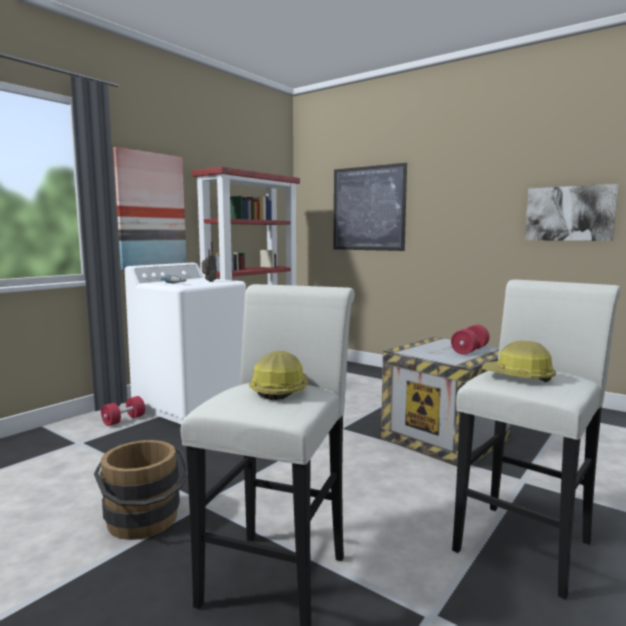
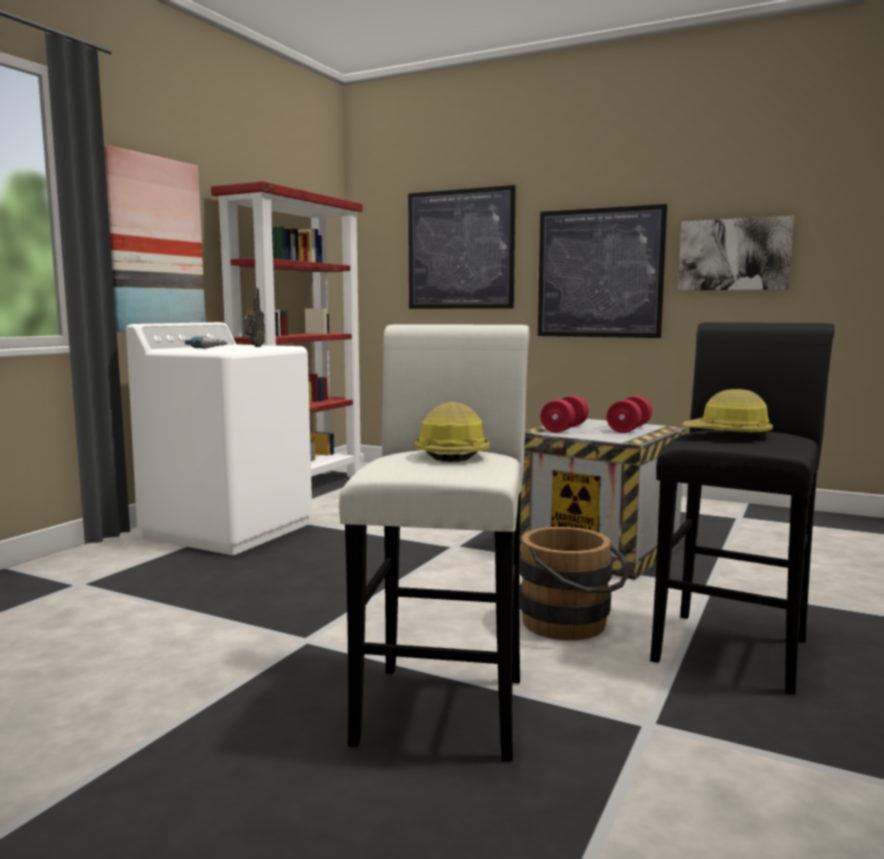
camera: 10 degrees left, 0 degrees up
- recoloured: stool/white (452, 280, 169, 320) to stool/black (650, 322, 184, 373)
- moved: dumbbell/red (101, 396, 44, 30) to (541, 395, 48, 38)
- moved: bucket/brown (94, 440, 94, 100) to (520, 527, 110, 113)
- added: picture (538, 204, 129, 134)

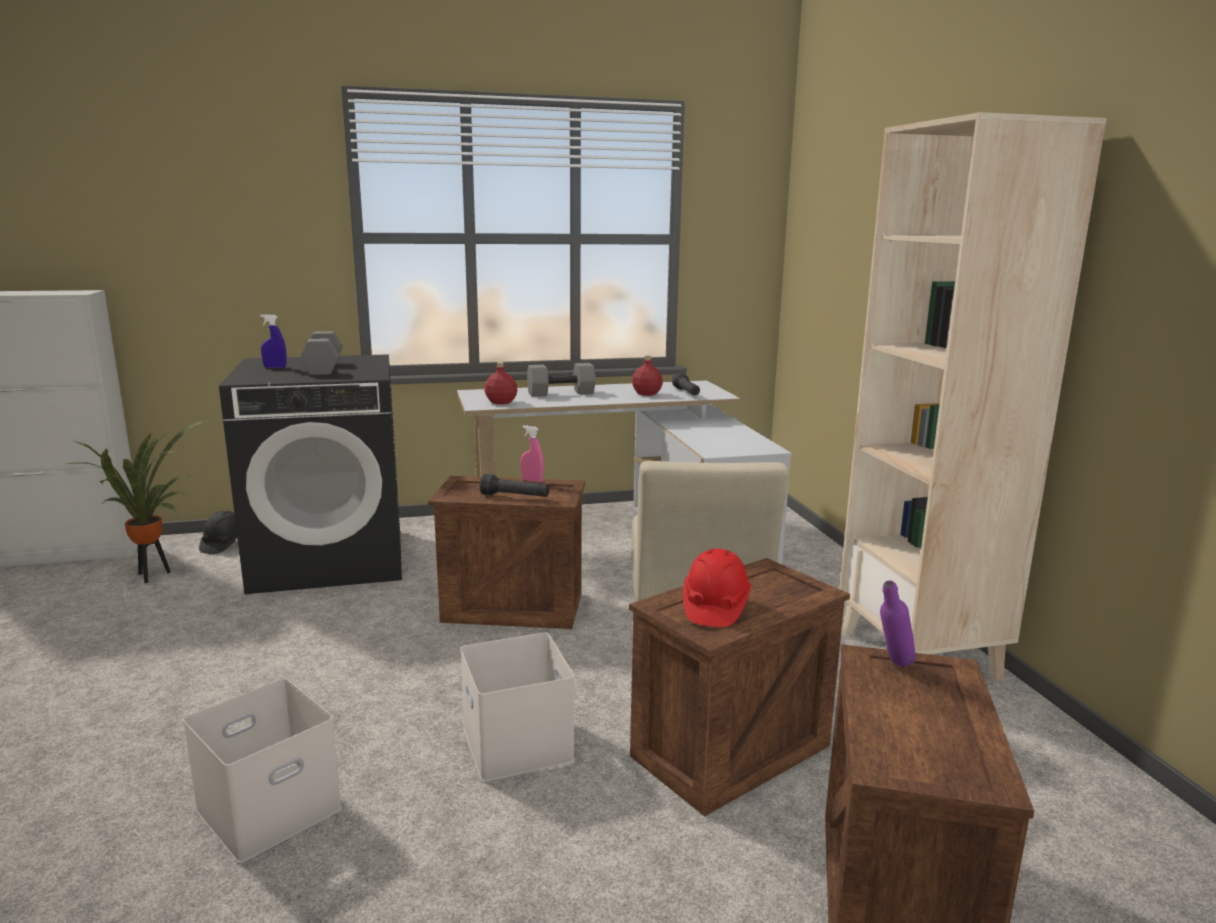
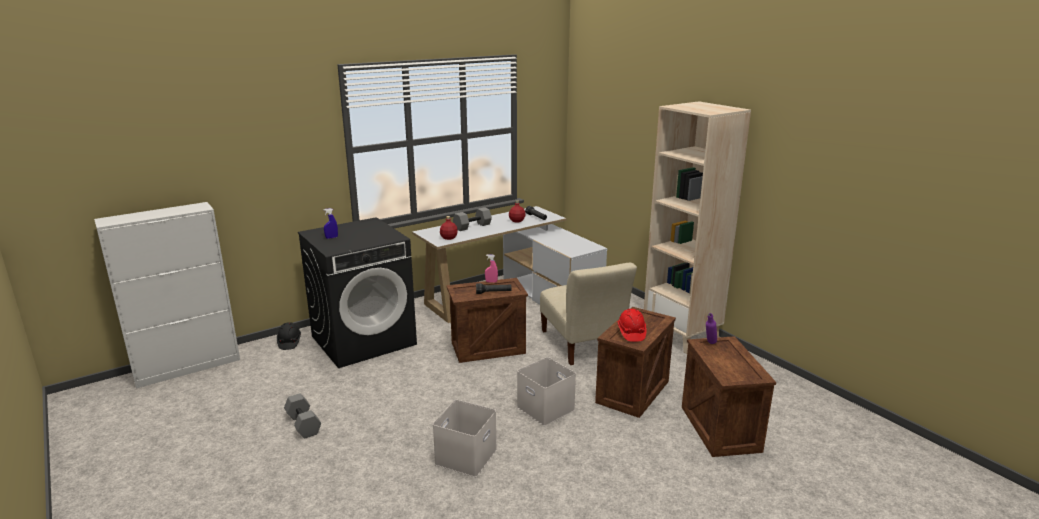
camera: 20 degrees left, 5 degrees up
- moved: dumbbell/grey (300, 331, 43, 44) to (284, 393, 37, 46)
- removed: potted plant (68, 419, 140, 164)

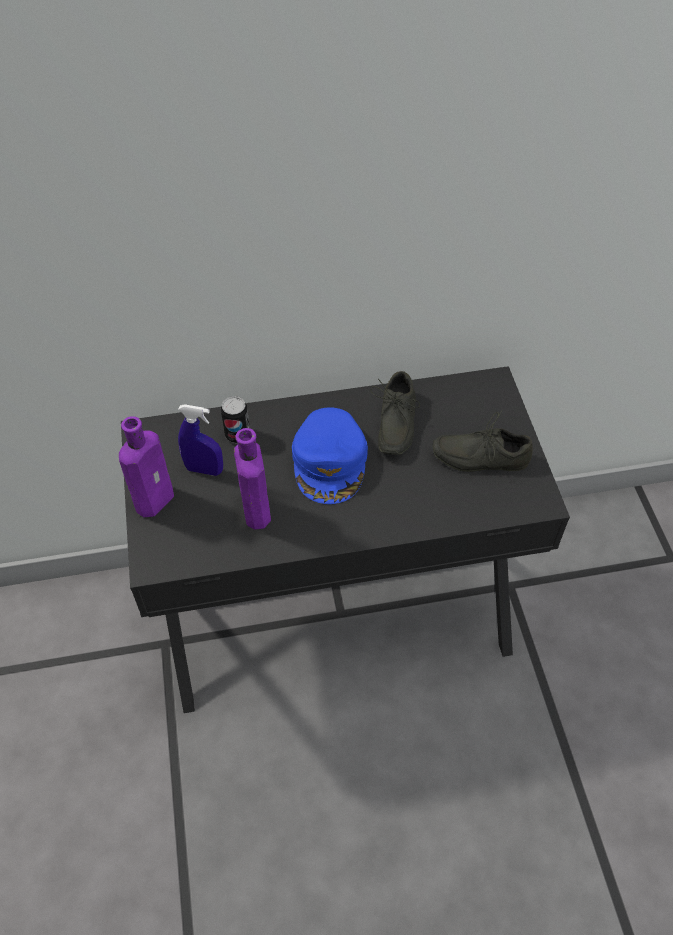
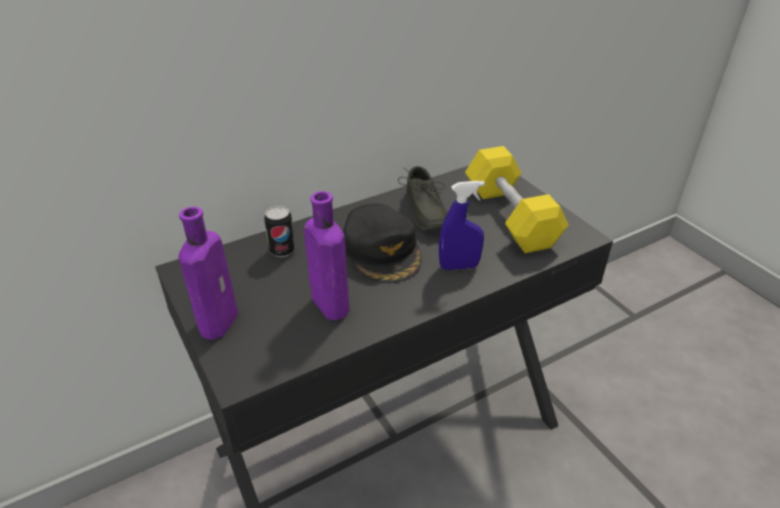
camera: 20 degrees left, 15 degrees down
- moved: spray bottle/blue (178, 404, 45, 72) to (439, 181, 46, 89)
- recoloured: cap/blue (292, 407, 76, 97) to cap/black (343, 204, 78, 79)
- replaced: shoe/grey (432, 410, 101, 62) to dumbbell/yellow (465, 146, 104, 107)

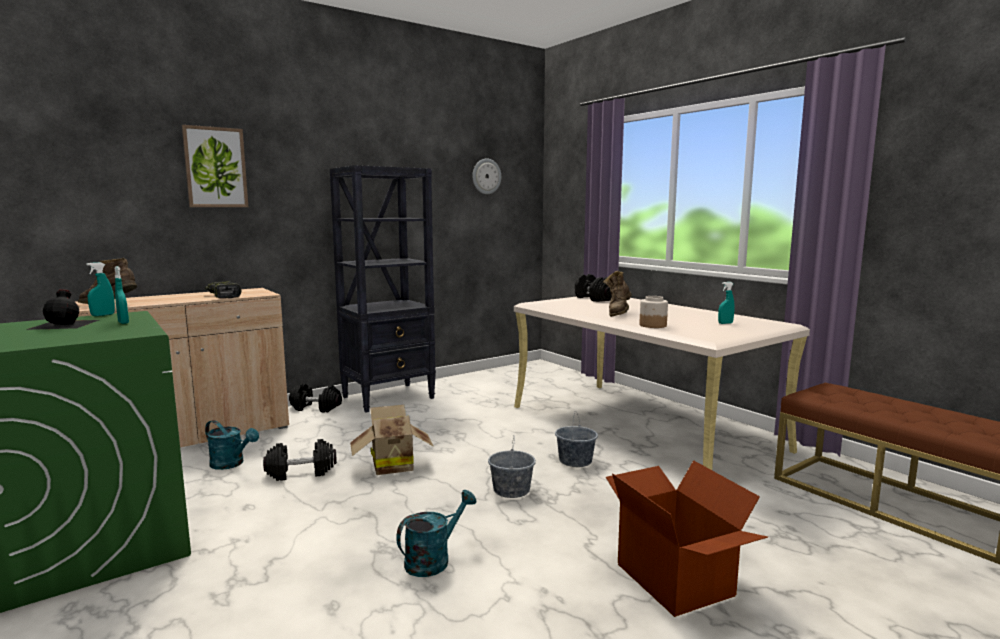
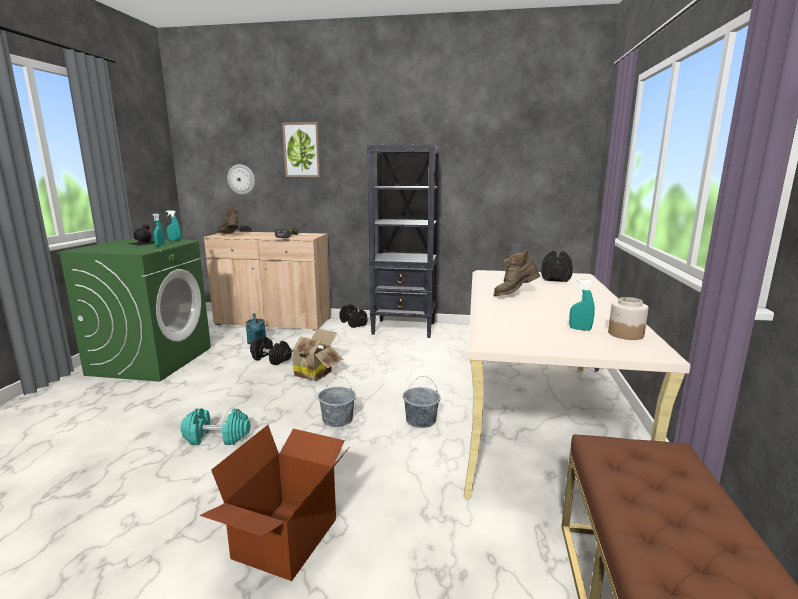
camera: 45 degrees right, 5 degrees up
- moved: wall clock (473, 159, 28, 35) to (227, 164, 28, 31)
- moved: jar (639, 296, 29, 32) to (608, 297, 40, 43)
- replaced: watering can/turquoise (396, 490, 81, 87) to dumbbell/turquoise (180, 408, 70, 37)

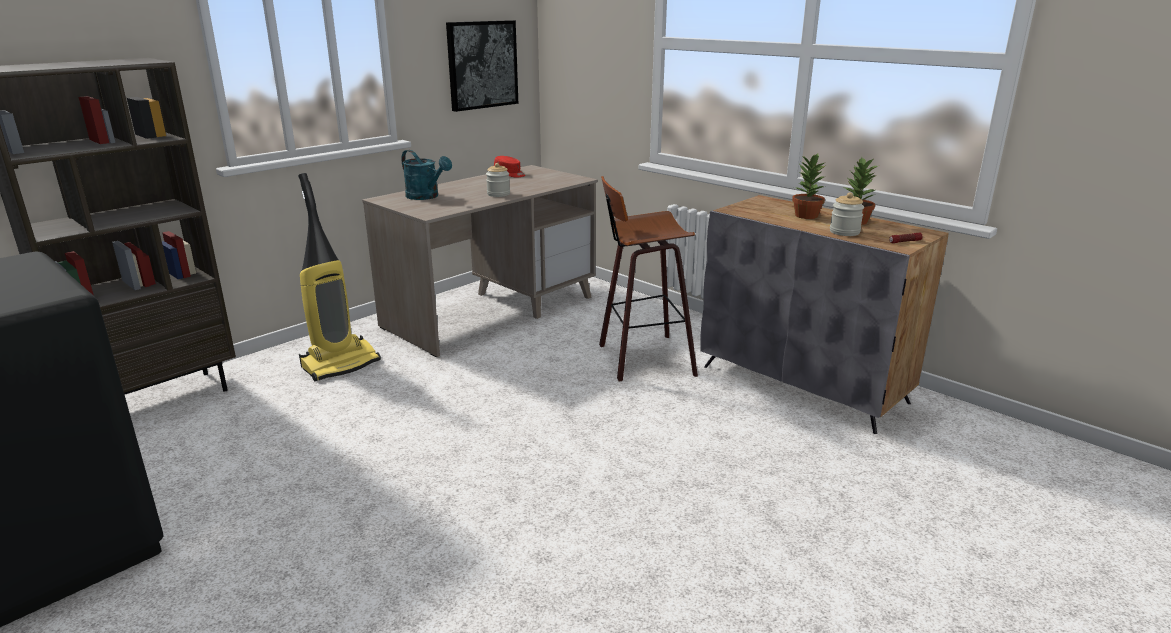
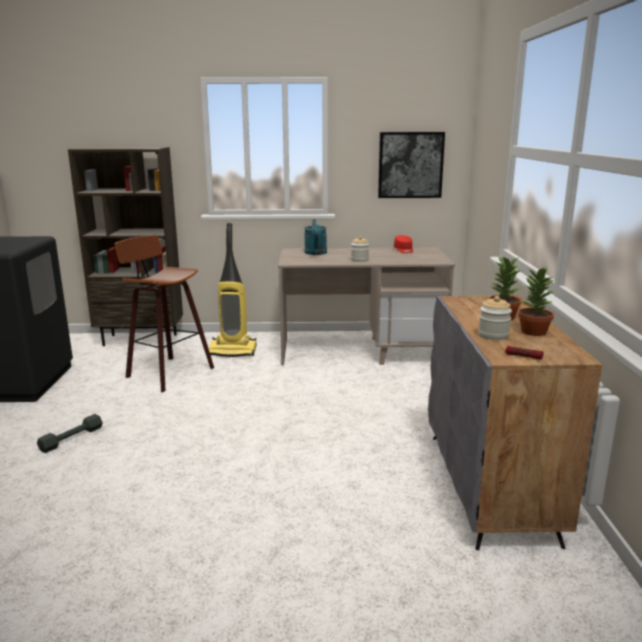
camera: 45 degrees right, 5 degrees down
- moved: stool (599, 176, 99, 205) to (114, 235, 100, 157)
- added: dumbbell/grey (37, 414, 66, 39)

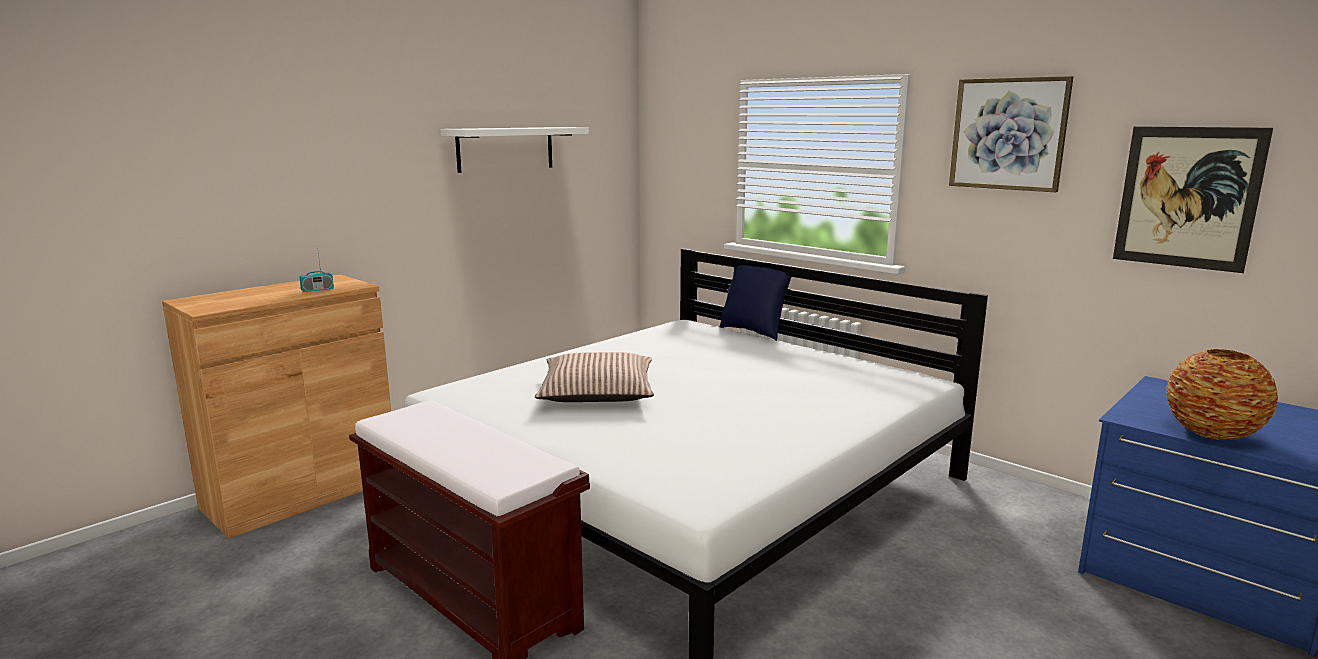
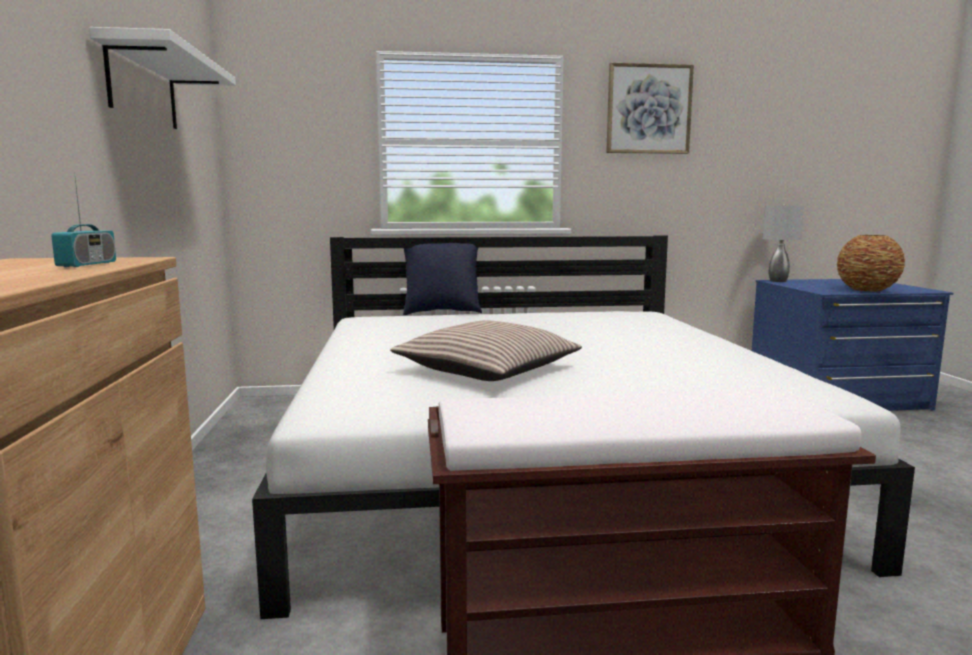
camera: 50 degrees left, 5 degrees down
- removed: picture (1113, 126, 160, 147)
- added: table lamp/grey (763, 204, 41, 78)

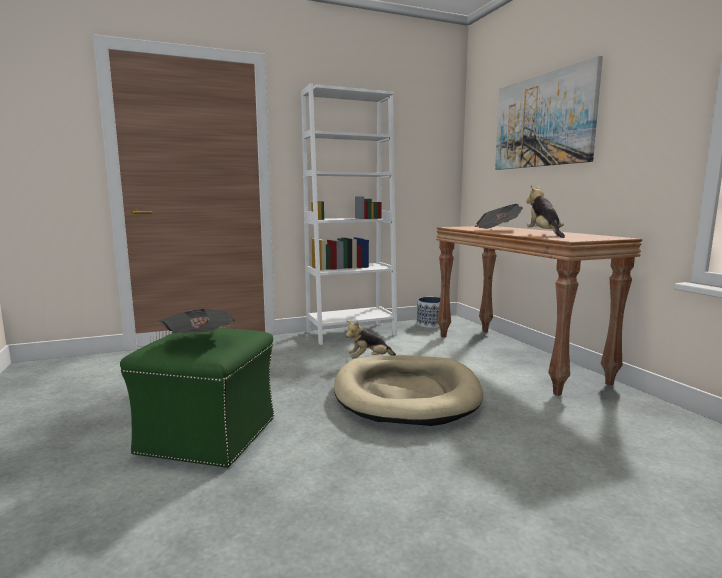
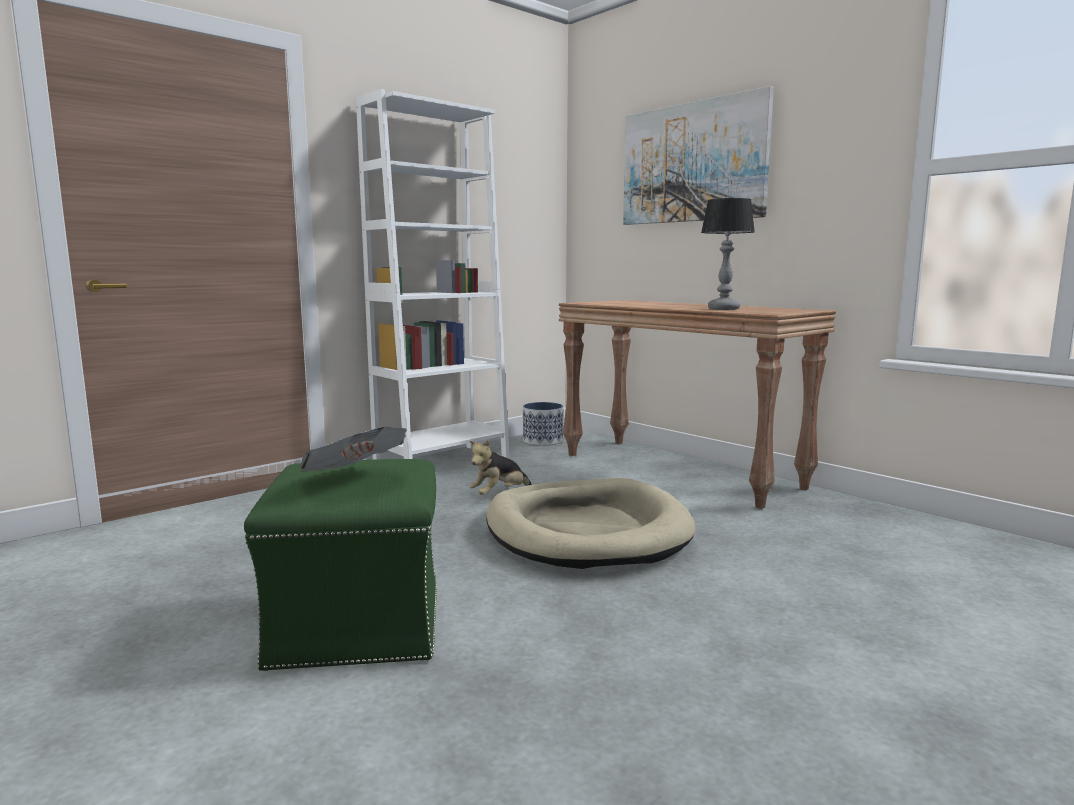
camera: 20 degrees left, 0 degrees up
- replaced: plush toy (526, 185, 39, 53) to table lamp (701, 198, 54, 112)
- removed: newspaper (474, 204, 49, 25)

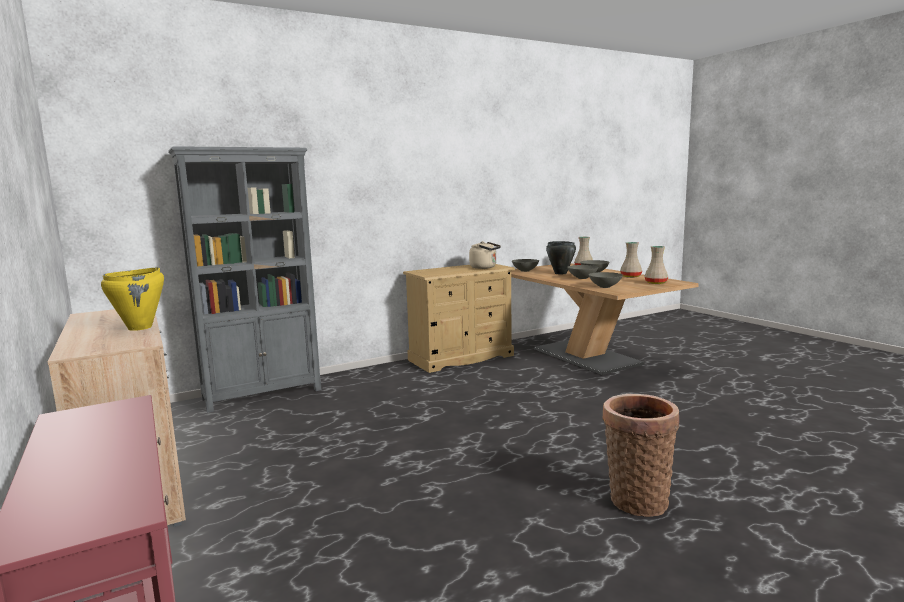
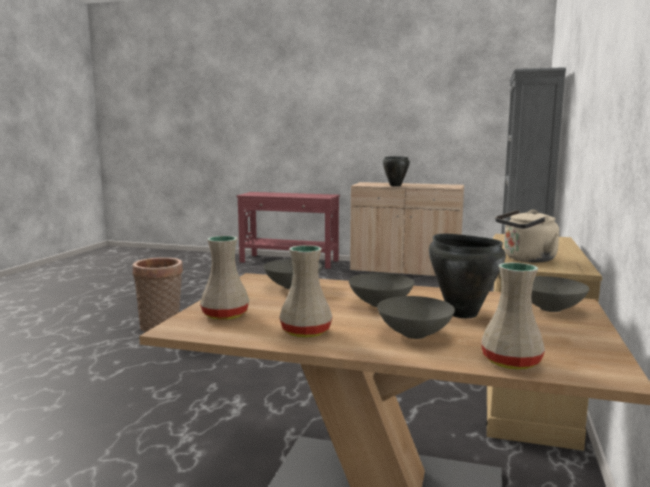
camera: 135 degrees right, 0 degrees up
- recoloured: cooking pot/yellow (101, 267, 63, 64) to cooking pot/black (383, 156, 27, 31)

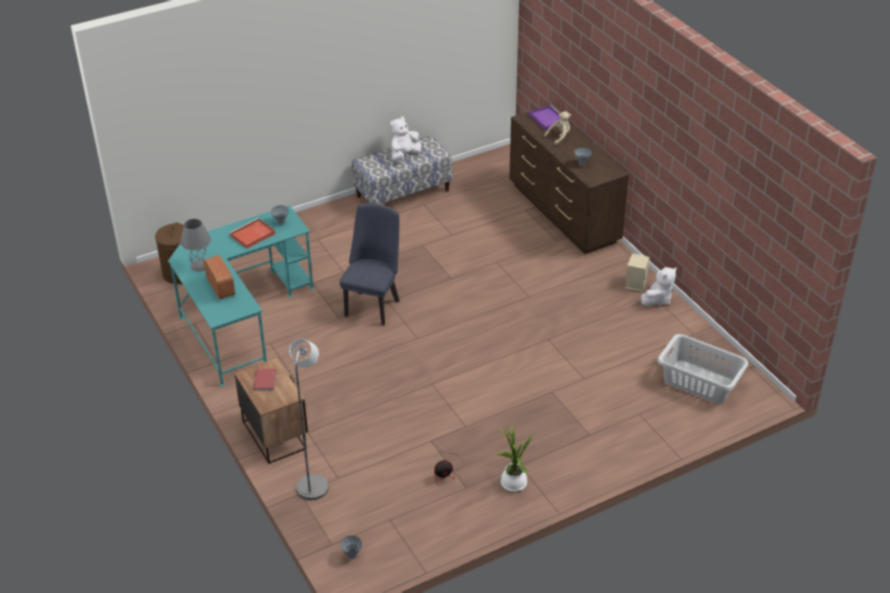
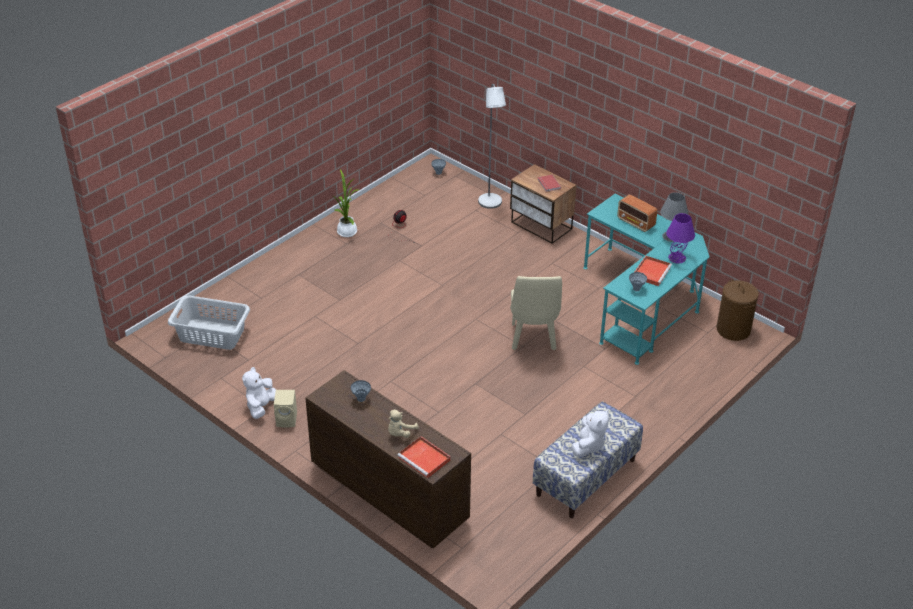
camera: 160 degrees right, 0 degrees up
- recoloured: tray/purple (529, 105, 32, 26) to tray/red (397, 436, 54, 42)
- recoloured: chair/blue (340, 203, 60, 122) to chair/beige (510, 276, 52, 74)
- added: table lamp/purple (666, 213, 29, 50)

